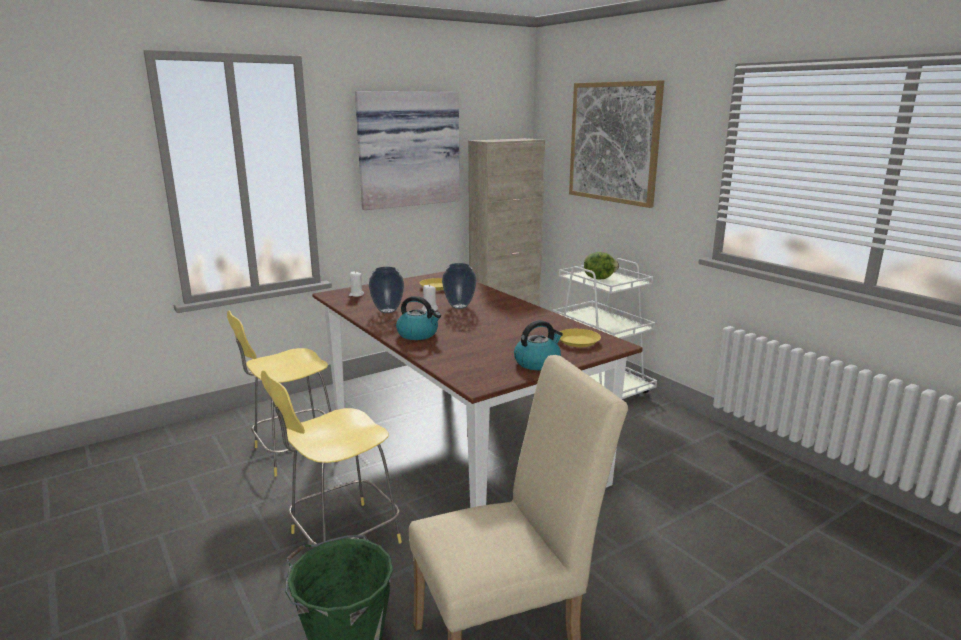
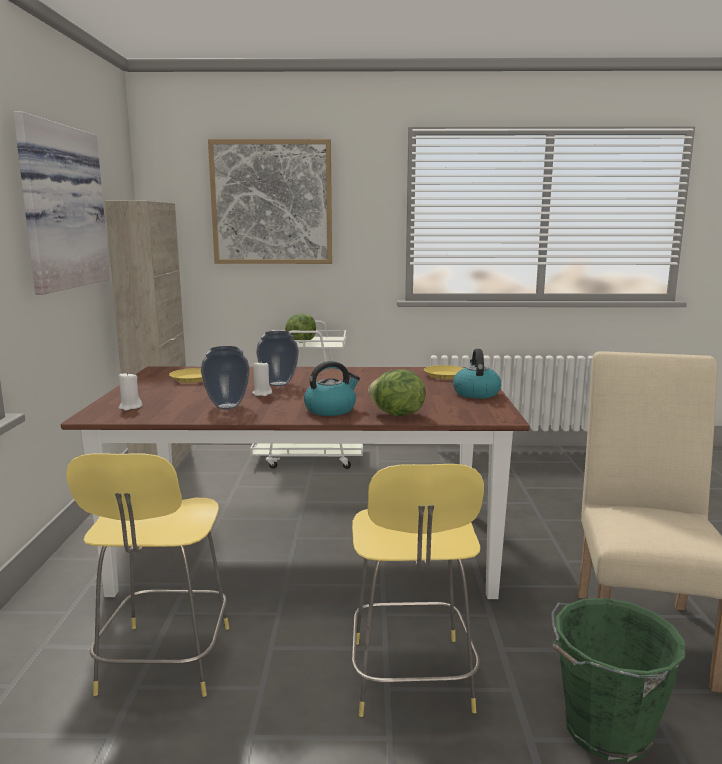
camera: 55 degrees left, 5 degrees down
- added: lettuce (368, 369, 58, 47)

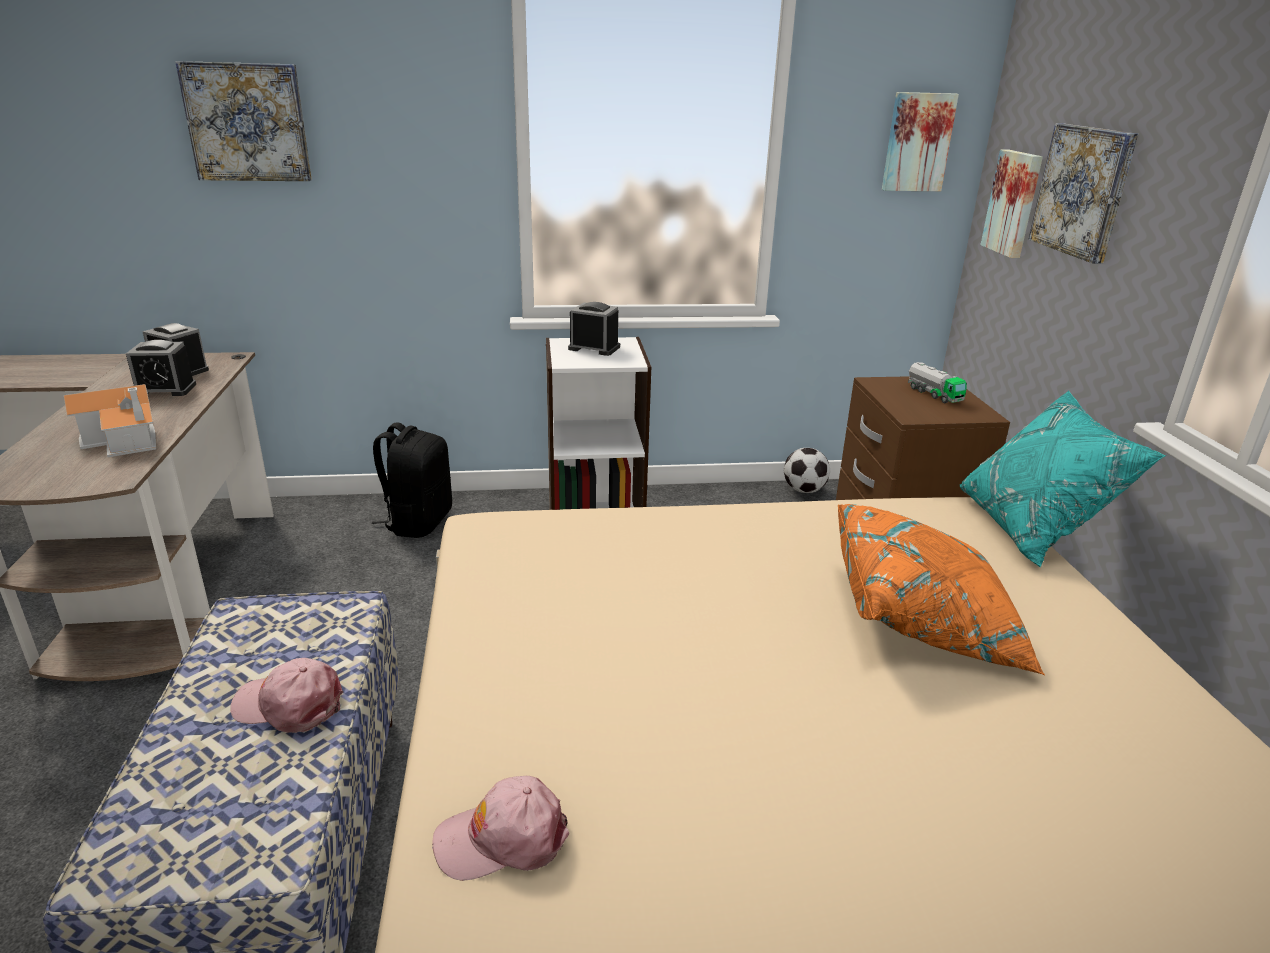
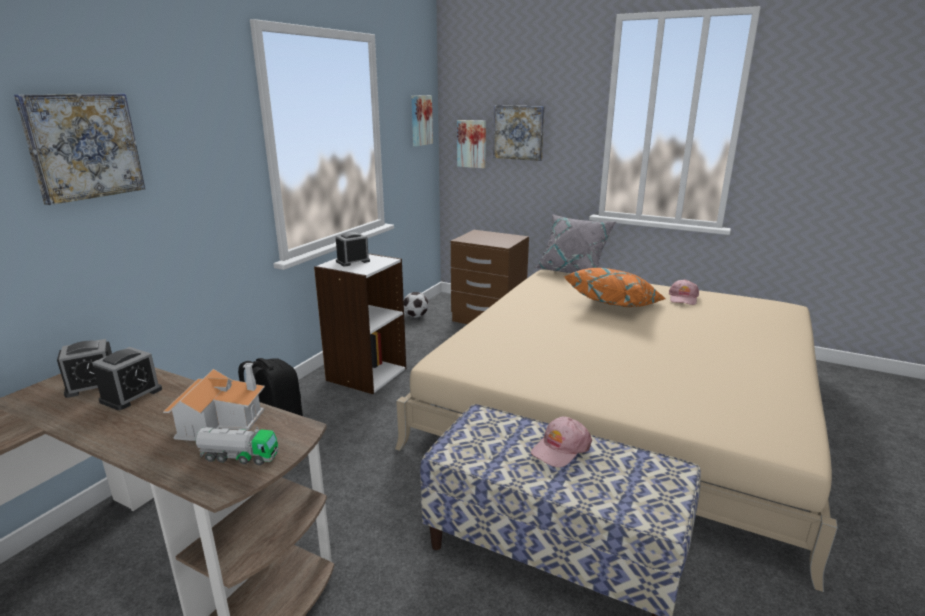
camera: 55 degrees left, 5 degrees down
- moved: toy truck (908, 362, 59, 41) to (196, 427, 82, 38)
- recoloured: pillow/turquoise (960, 390, 206, 177) to pillow/grey (534, 214, 82, 59)
- moved: cap/pink (432, 776, 137, 105) to (669, 279, 30, 26)

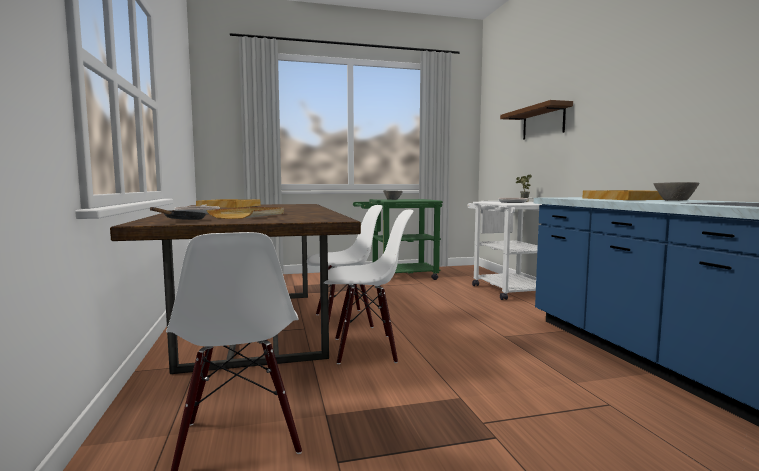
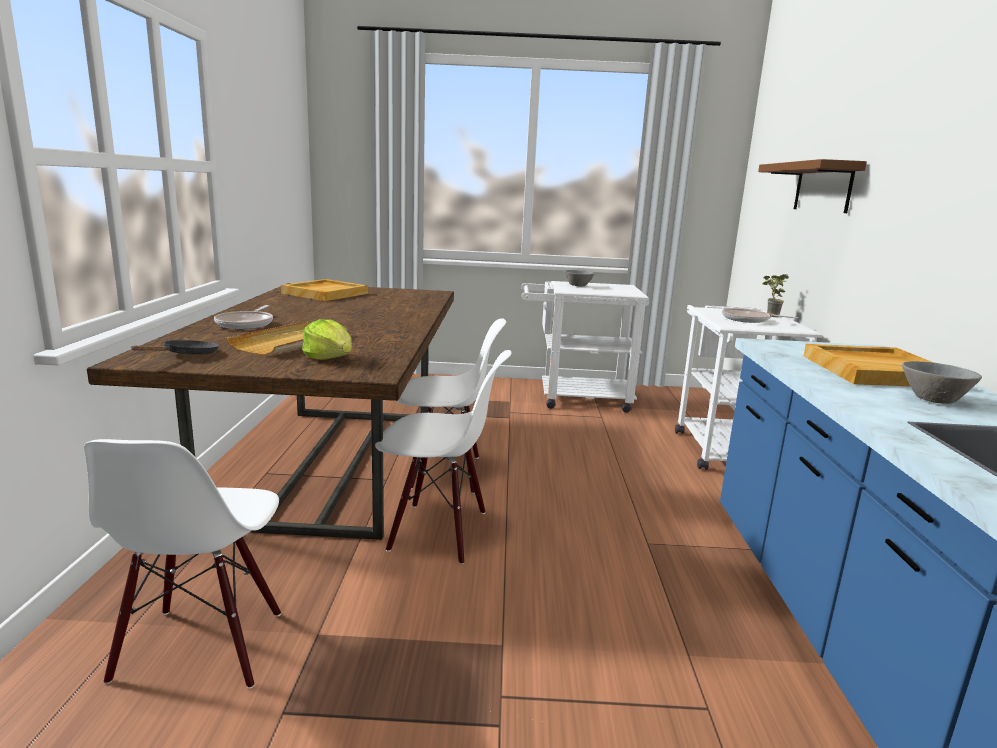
camera: 15 degrees right, 10 degrees up
- recoloured: cart/green (353, 199, 90, 81) to cart/white (521, 281, 128, 132)
- added: lettuce (302, 319, 50, 41)

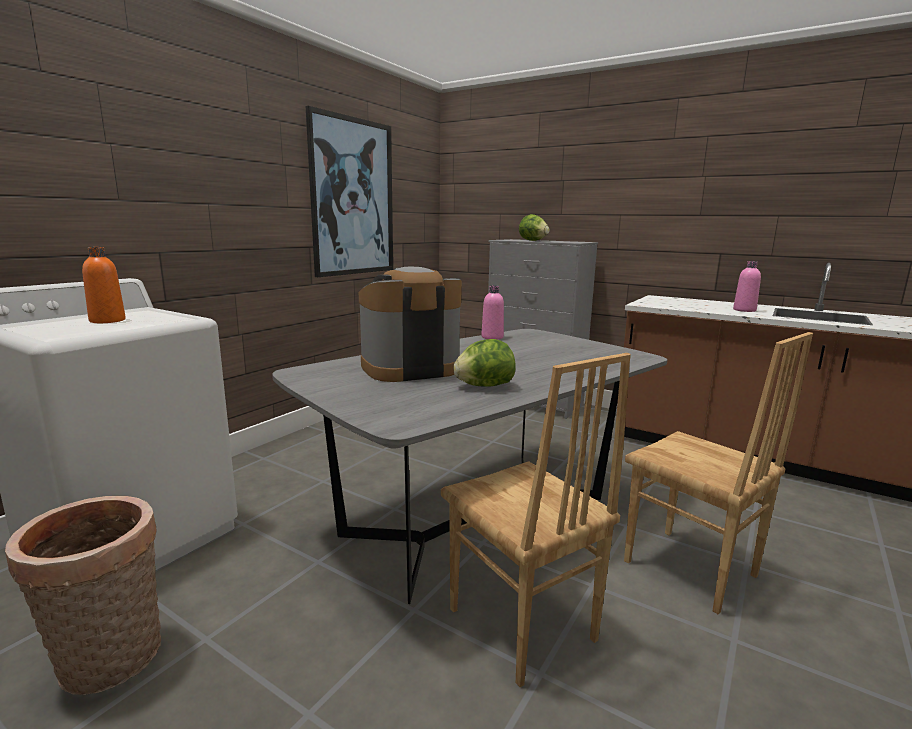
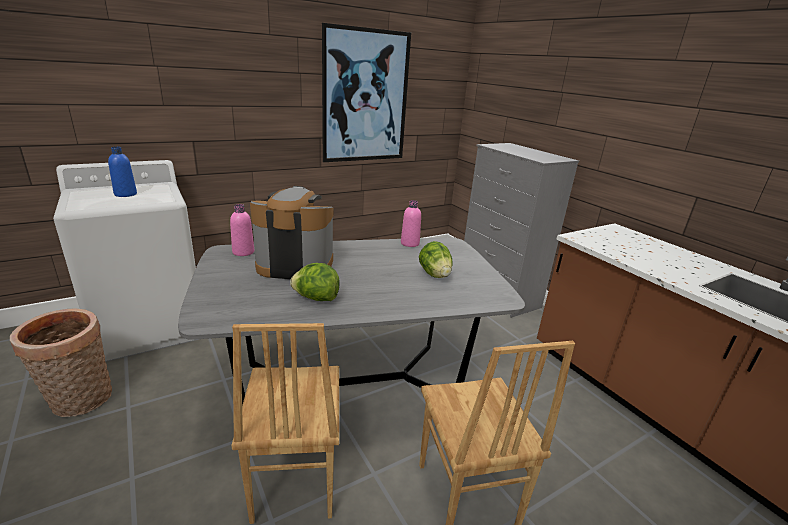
camera: 25 degrees right, 10 degrees up
- moved: lettuce (519, 214, 31, 27) to (419, 241, 34, 37)
- recoloured: bottle/orange (82, 247, 44, 76) to bottle/blue (108, 147, 29, 50)
- moved: bottle/pink (733, 261, 28, 51) to (230, 204, 24, 52)

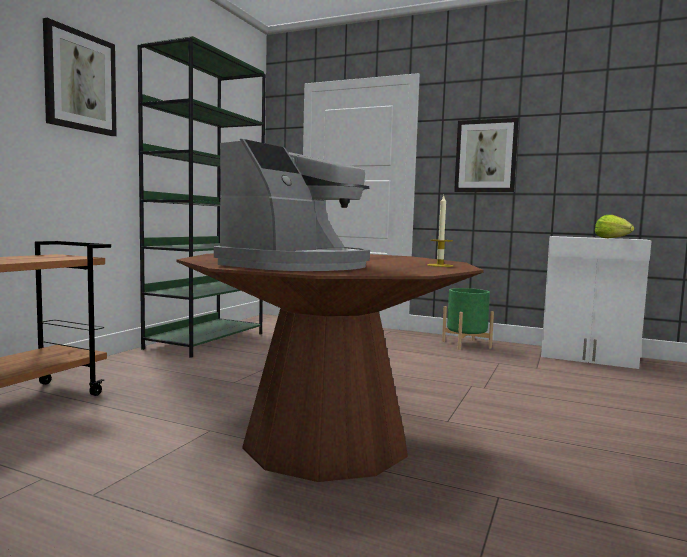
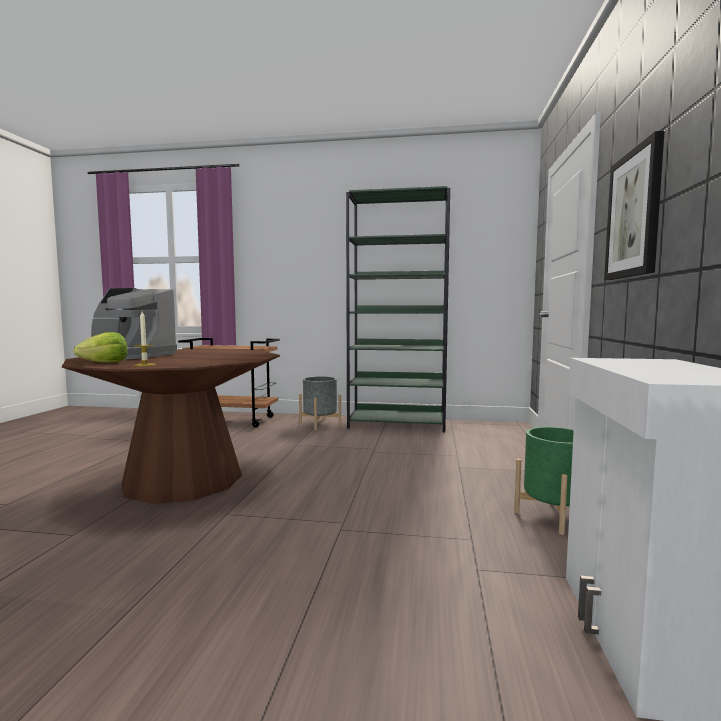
camera: 75 degrees right, 0 degrees up
- removed: picture (43, 18, 74, 118)
- moved: lettuce (595, 215, 39, 23) to (73, 332, 55, 31)
- added: planter/grey (299, 376, 42, 54)

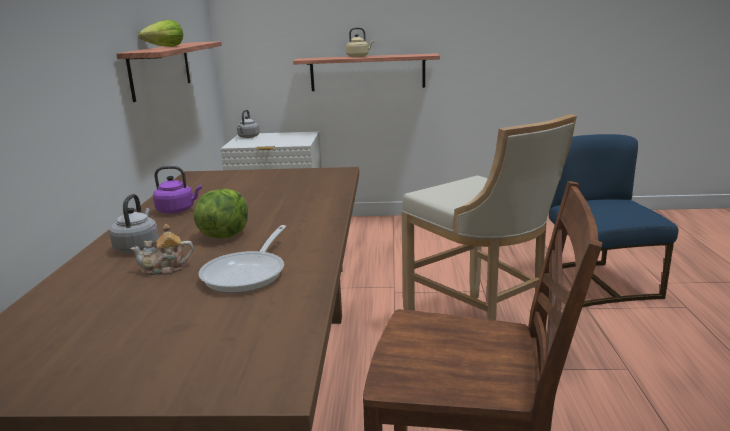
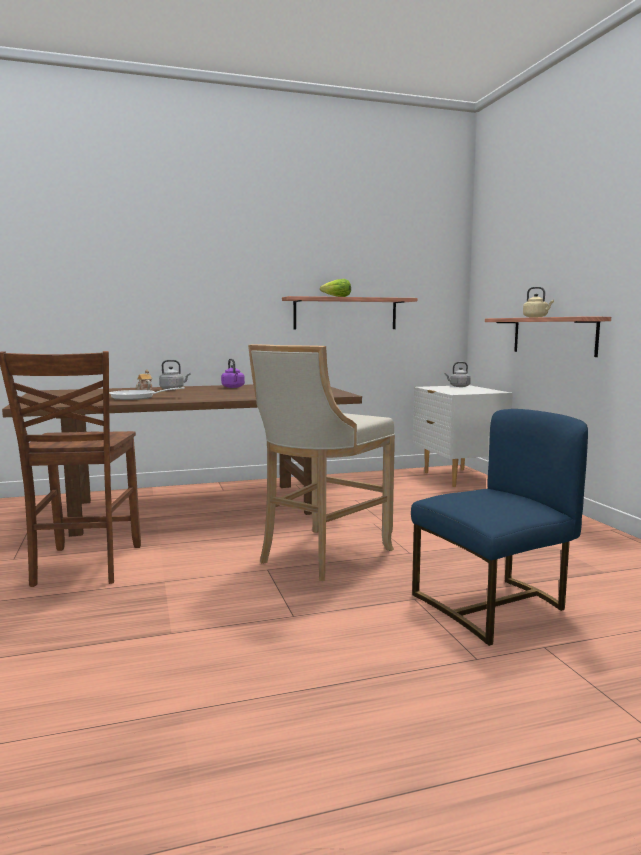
camera: 70 degrees right, 10 degrees down
- removed: lettuce (194, 189, 54, 49)

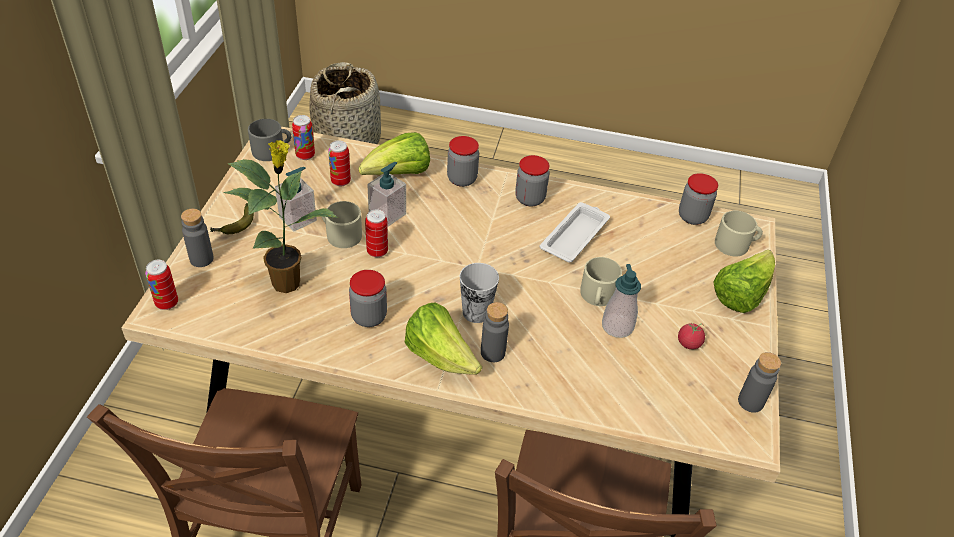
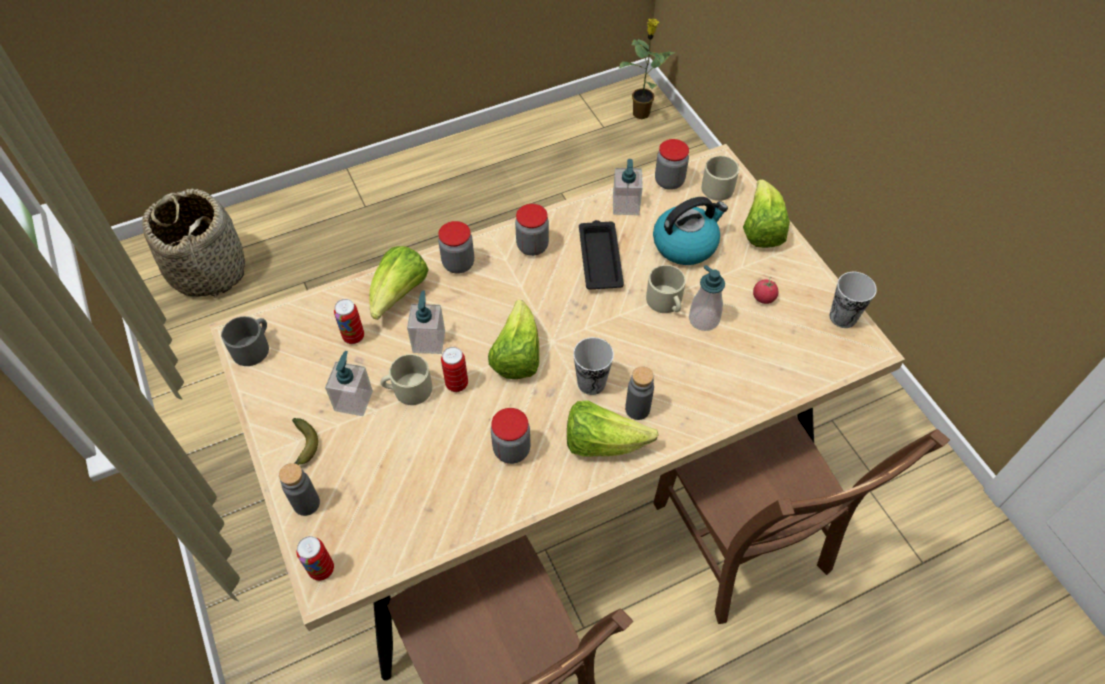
camera: 35 degrees left, 10 degrees up
- removed: can (292, 115, 23, 45)
- moved: potted plant (223, 140, 115, 153) to (618, 18, 58, 101)
- recoloured: tray/white (540, 202, 70, 61) to tray/black (579, 220, 45, 70)
- replaced: bottle/grey (738, 352, 43, 61) to cup (830, 272, 47, 56)
- added: soap dispenser (613, 159, 30, 56)
- added: kettle (653, 197, 75, 68)
- added: lettuce (488, 300, 51, 79)

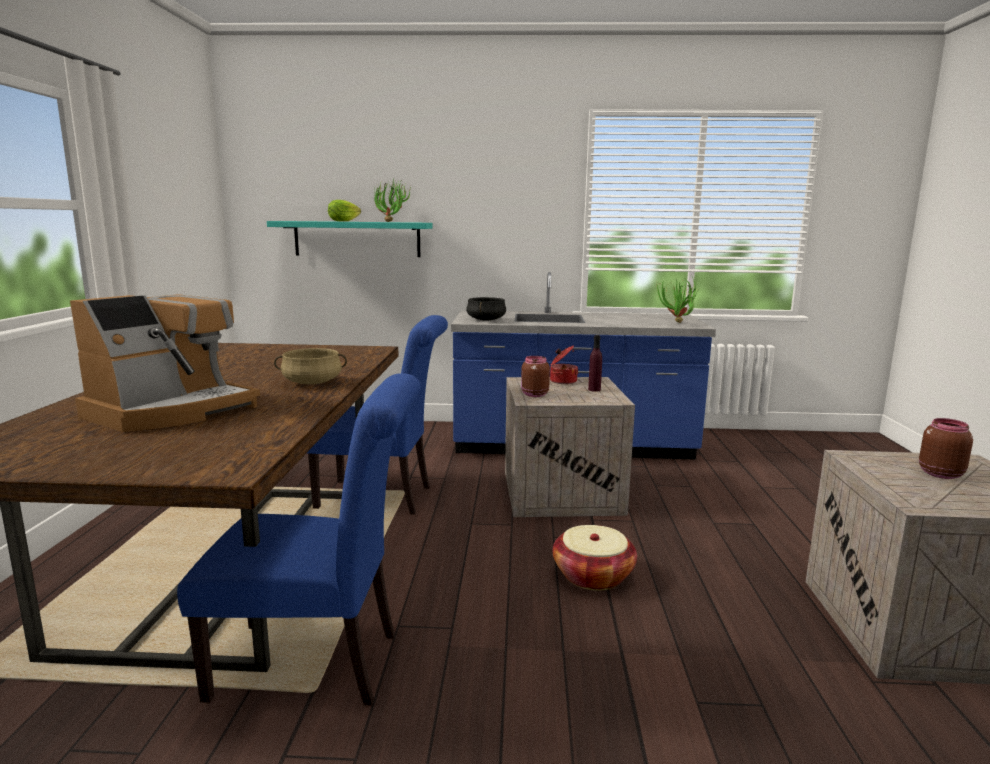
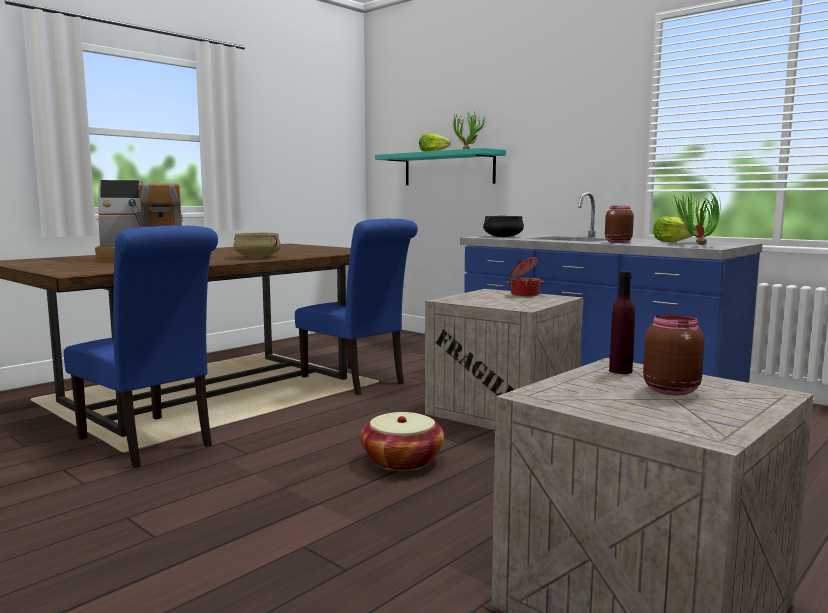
camera: 40 degrees right, 5 degrees down
- moved: bottle/purple (588, 335, 14, 57) to (609, 271, 26, 103)
- moved: jar/brown (521, 356, 29, 41) to (605, 206, 29, 37)
- added: lettuce (653, 216, 44, 26)

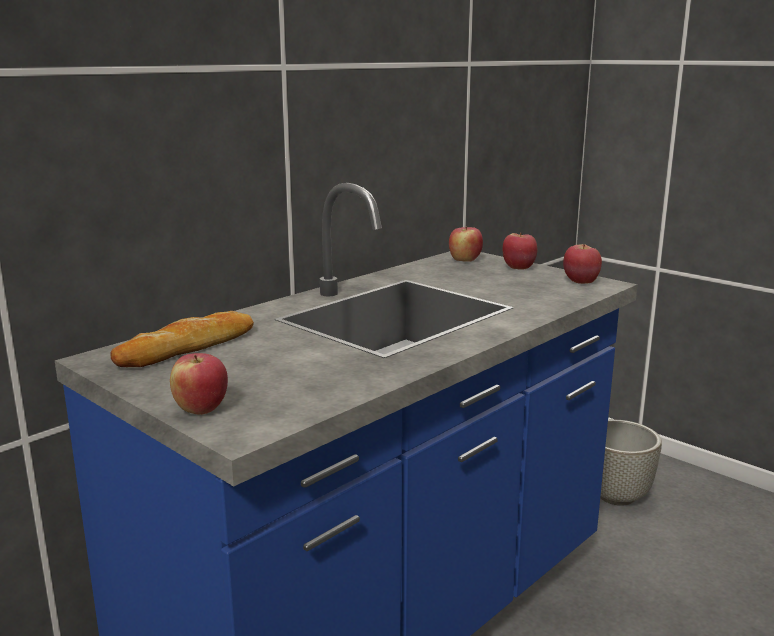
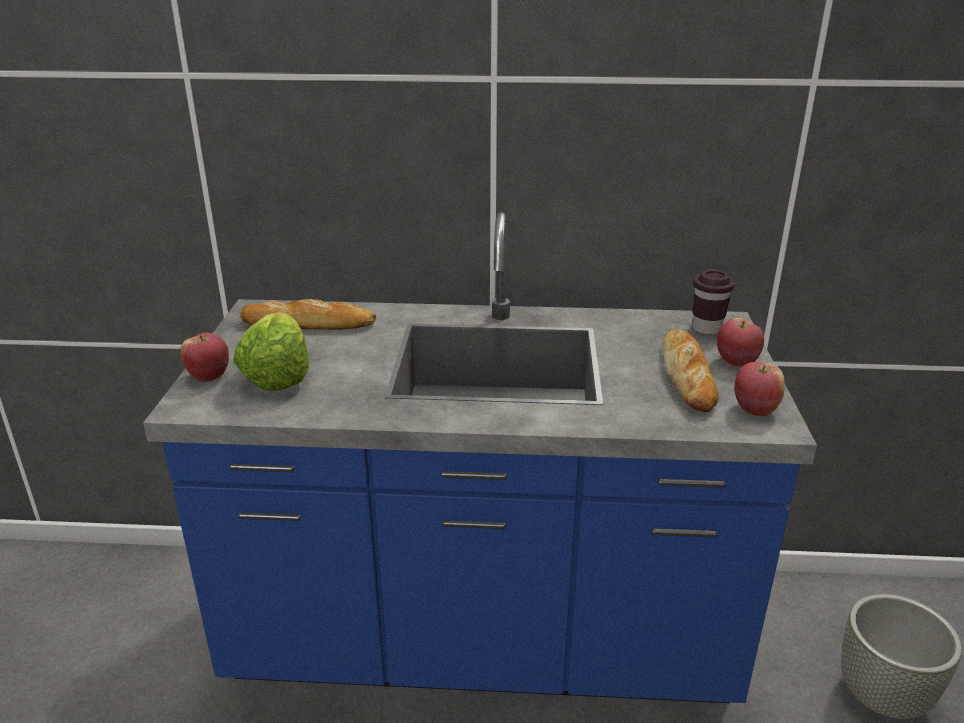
camera: 50 degrees right, 10 degrees up
- replaced: apple (449, 227, 34, 35) to cup/brown (693, 269, 42, 66)
- added: lettuce (233, 312, 76, 79)
- added: bread (662, 329, 57, 83)

